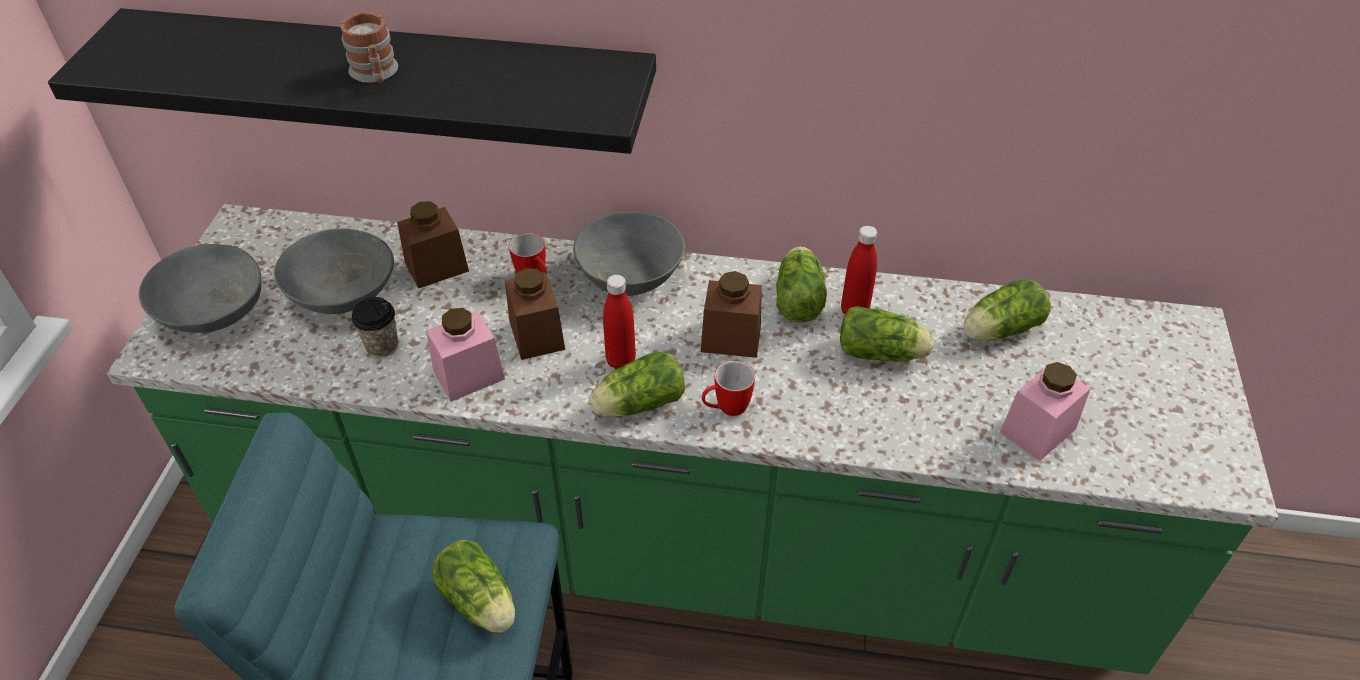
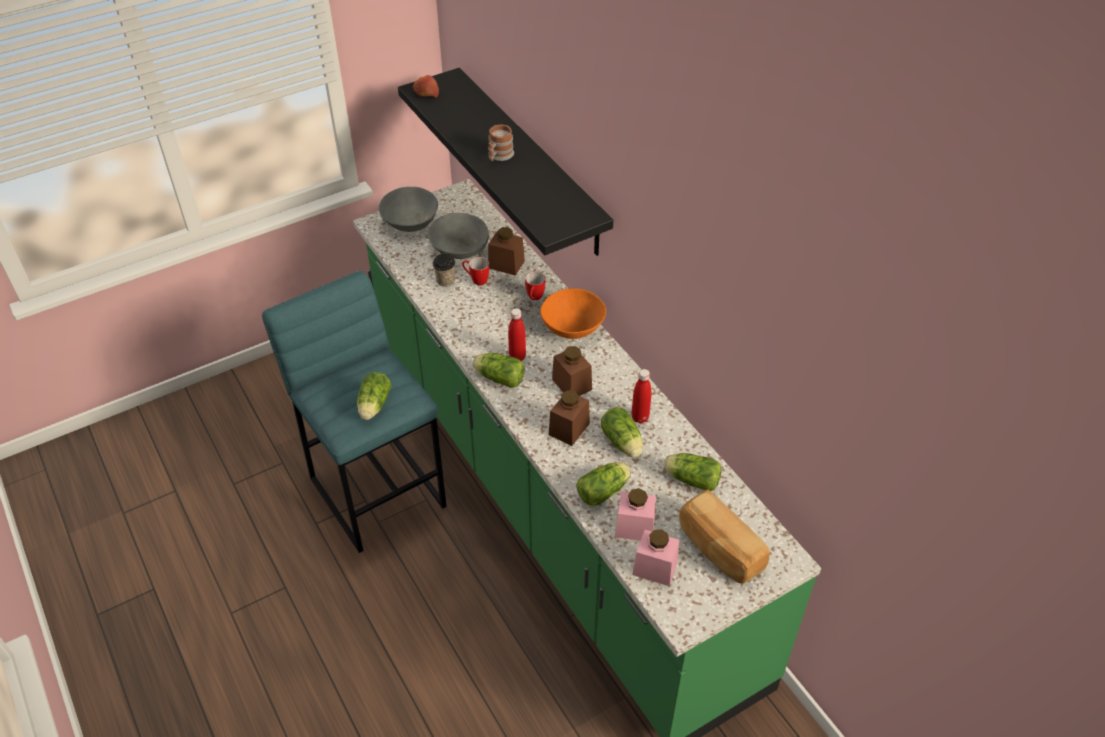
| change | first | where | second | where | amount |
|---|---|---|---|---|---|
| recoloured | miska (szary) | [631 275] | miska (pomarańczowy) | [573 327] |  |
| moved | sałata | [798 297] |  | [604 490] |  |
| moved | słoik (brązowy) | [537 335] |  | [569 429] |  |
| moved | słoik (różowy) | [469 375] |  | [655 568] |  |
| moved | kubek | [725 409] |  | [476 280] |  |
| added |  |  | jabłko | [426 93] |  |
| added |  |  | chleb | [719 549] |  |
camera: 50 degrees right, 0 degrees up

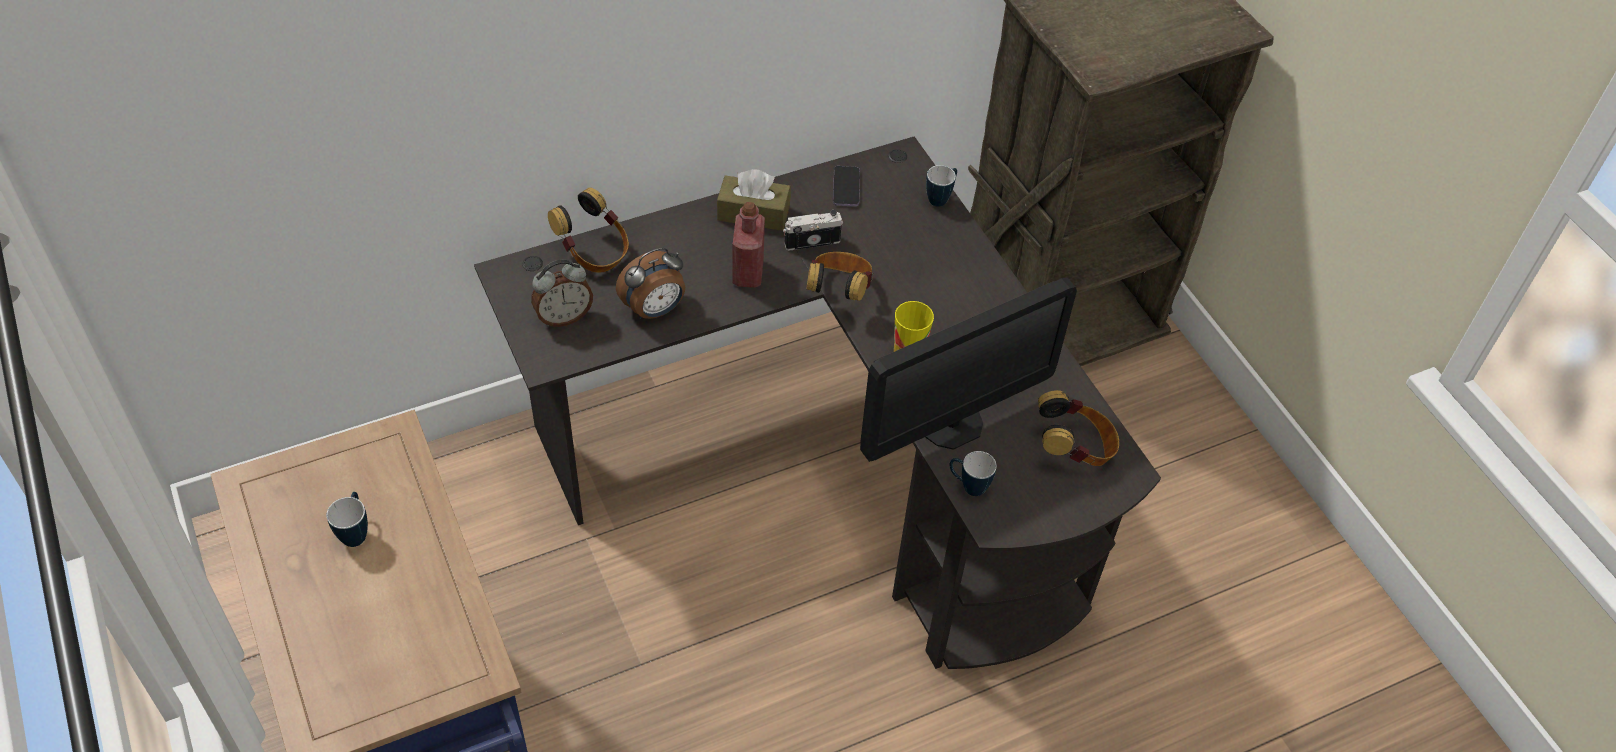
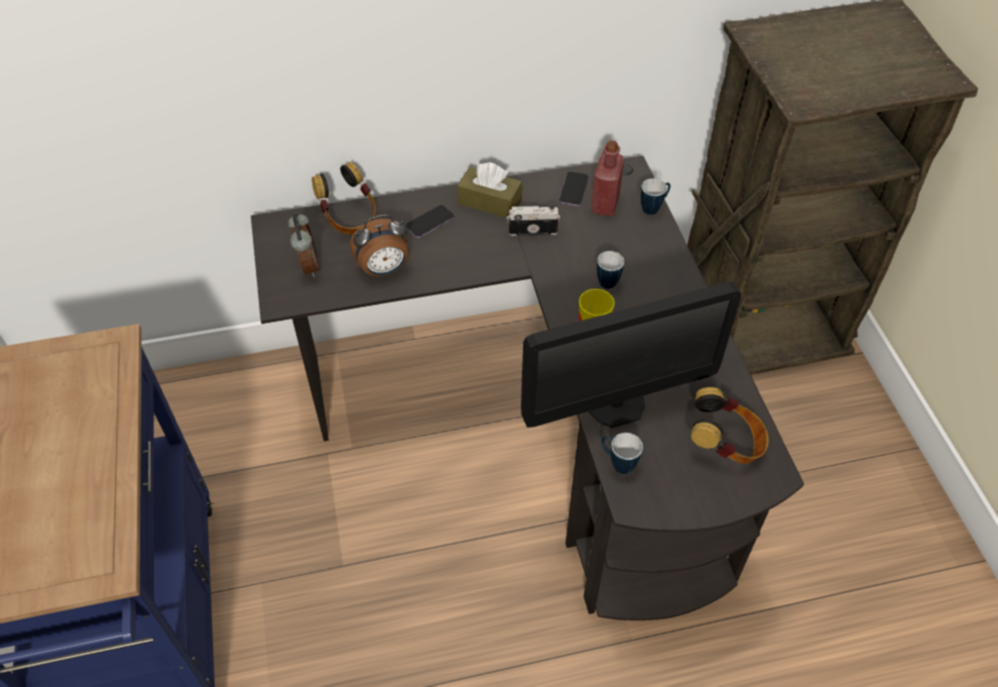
| change | first | where | second | where | amount |
|---|---|---|---|---|---|
| moved | butelka (czerwony) | [748 272] |  | [605 204] |  |
| removed | słuchawki | [839 292] |  |  |  |
| turned | budzik | [564 317] |  | [308 266] | 90 degrees counterclockwise |
| moved | kubek | [356 532] |  | [608 280] |  |
| added |  |  | telefon | [430 223] |  |
camera: 15 degrees right, 0 degrees up

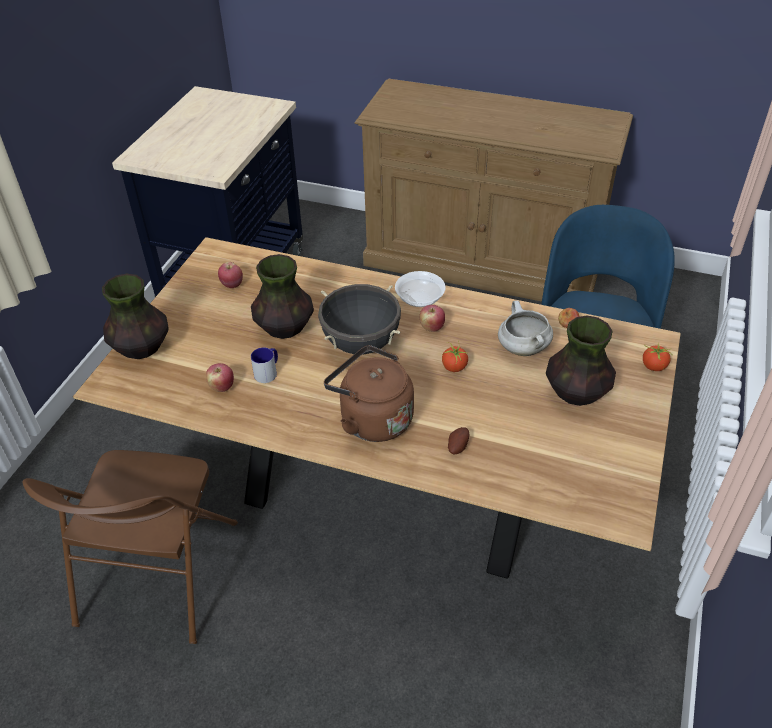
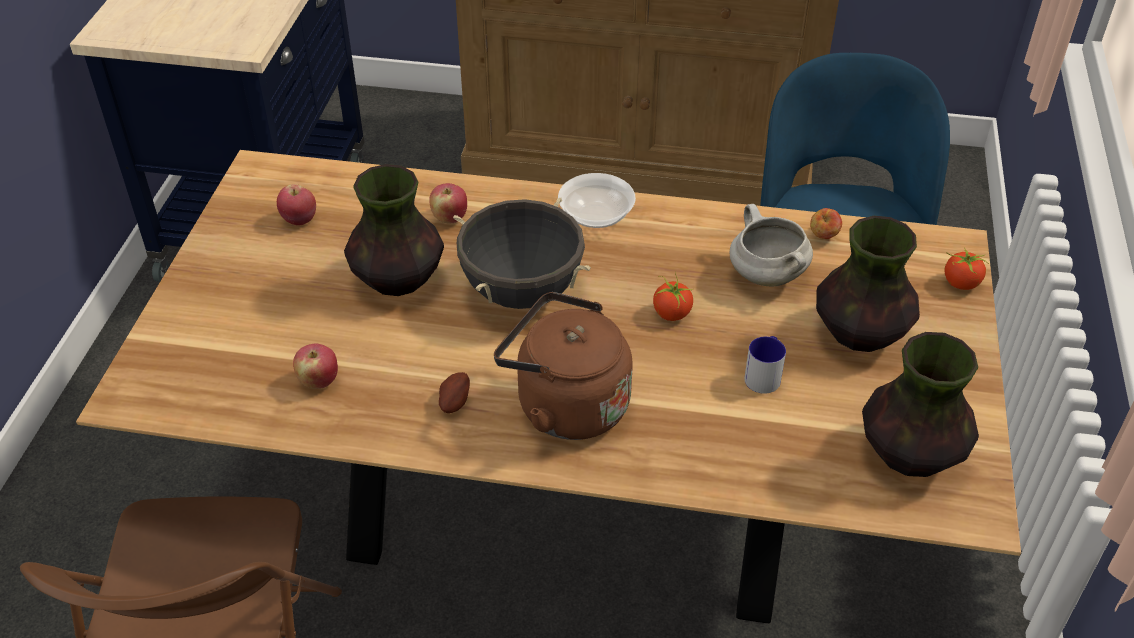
| change | first | where | second | where | amount |
|---|---|---|---|---|---|
| moved | wazon | [141 348] |  | [909 454] |  |
| moved | jabłko | [431 327] |  | [449 218] |  |
| moved | kubek | [268 372] |  | [764 375] |  |
| moved | ziemniak | [457 446] |  | [454 402] |  |
camera: 10 degrees left, 0 degrees up

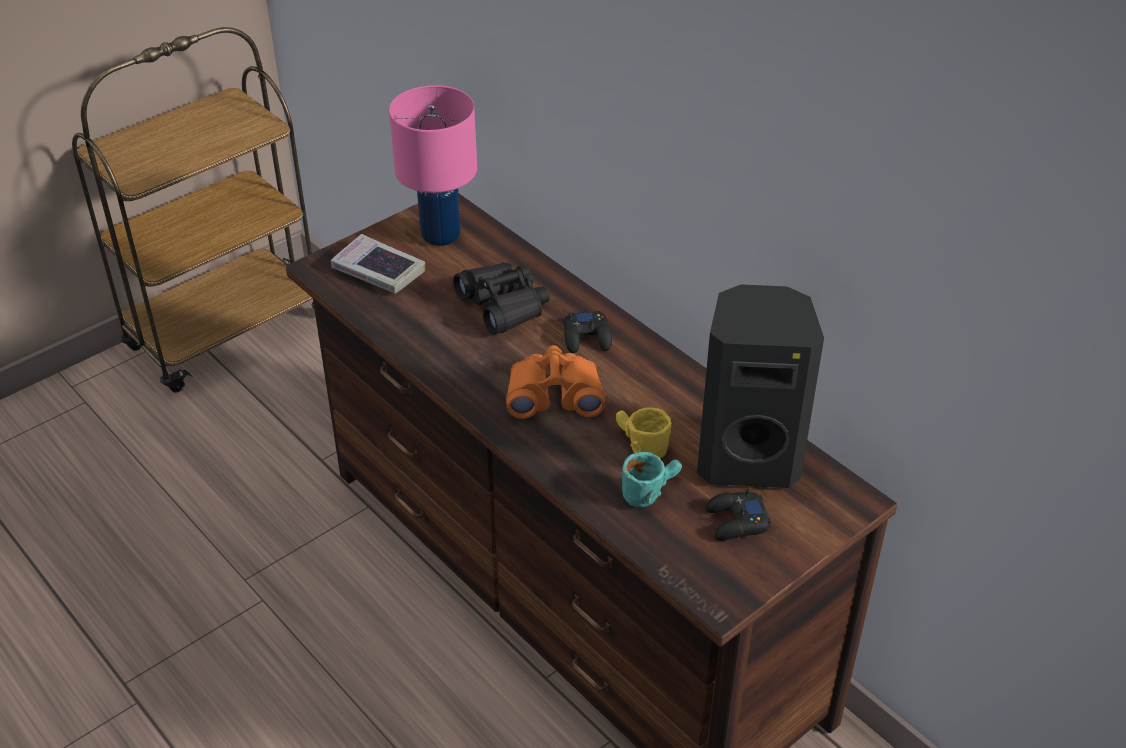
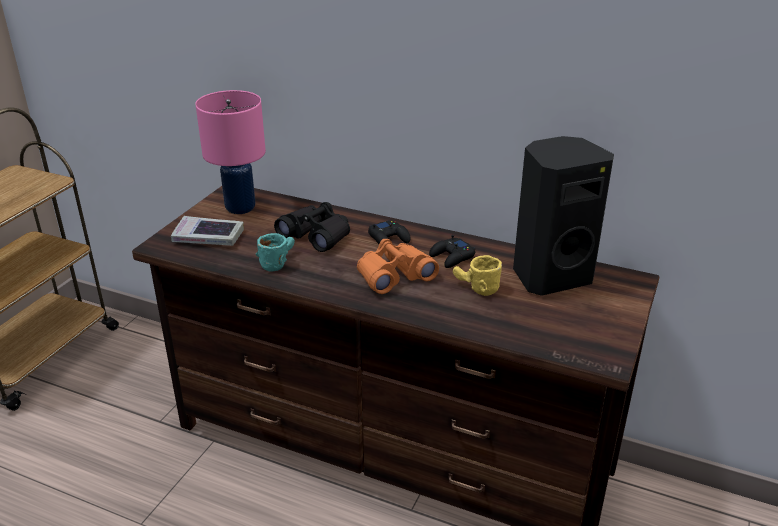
| change | first | where | second | where | amount |
|---|---|---|---|---|---|
| moved | kubek (turkusowy) | [650 490] |  | [277 261] |  |
| moved | pad do gier (czarny) | [736 522] |  | [452 257] |  |
camera: 25 degrees left, 10 degrees down

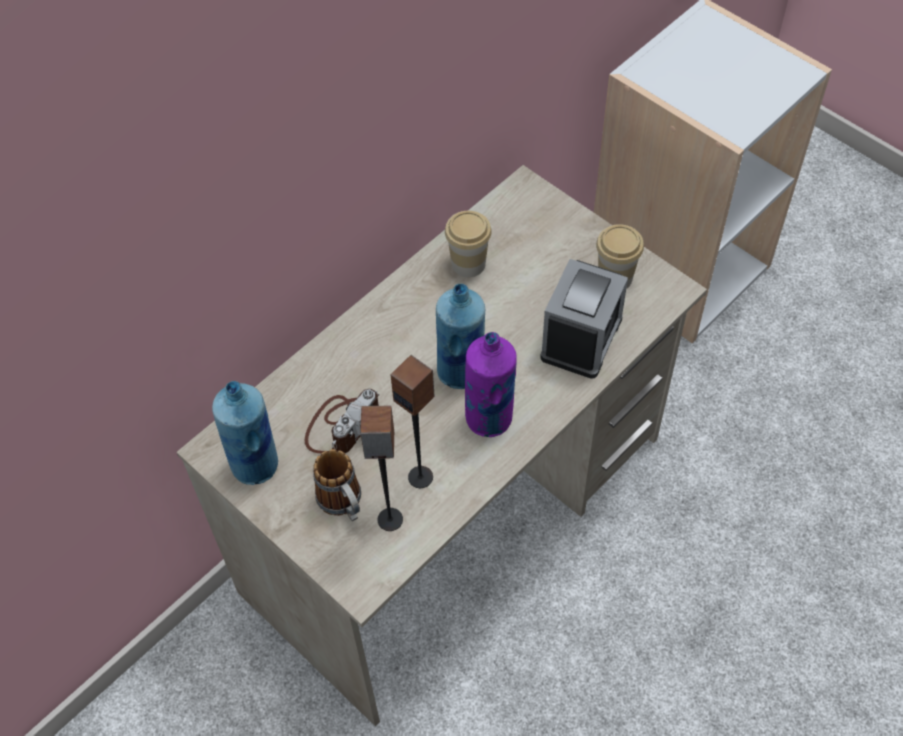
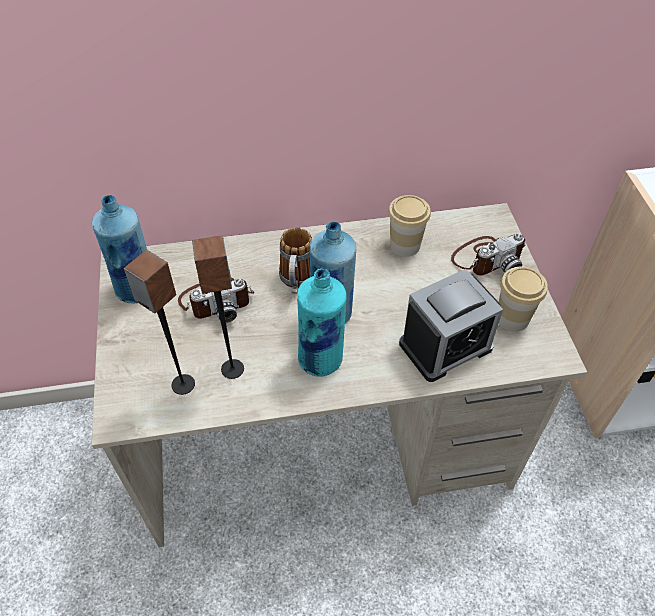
| change | first | where | second | where | amount |
|---|---|---|---|---|---|
| recoloured | butelka (fioletowy) | [489 418] | butelka (turkusowy) | [321 360] |  |
| moved | kubek | [344 504] |  | [296 282] |  |
| added |  |  | aparat fotograficzny | [487 258] |  |
camera: 35 degrees right, 5 degrees down

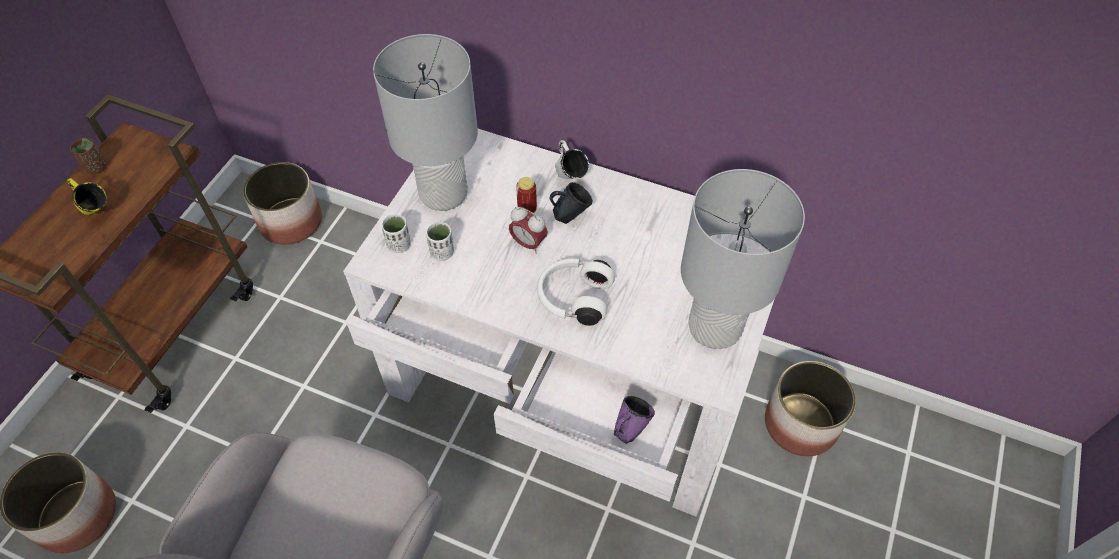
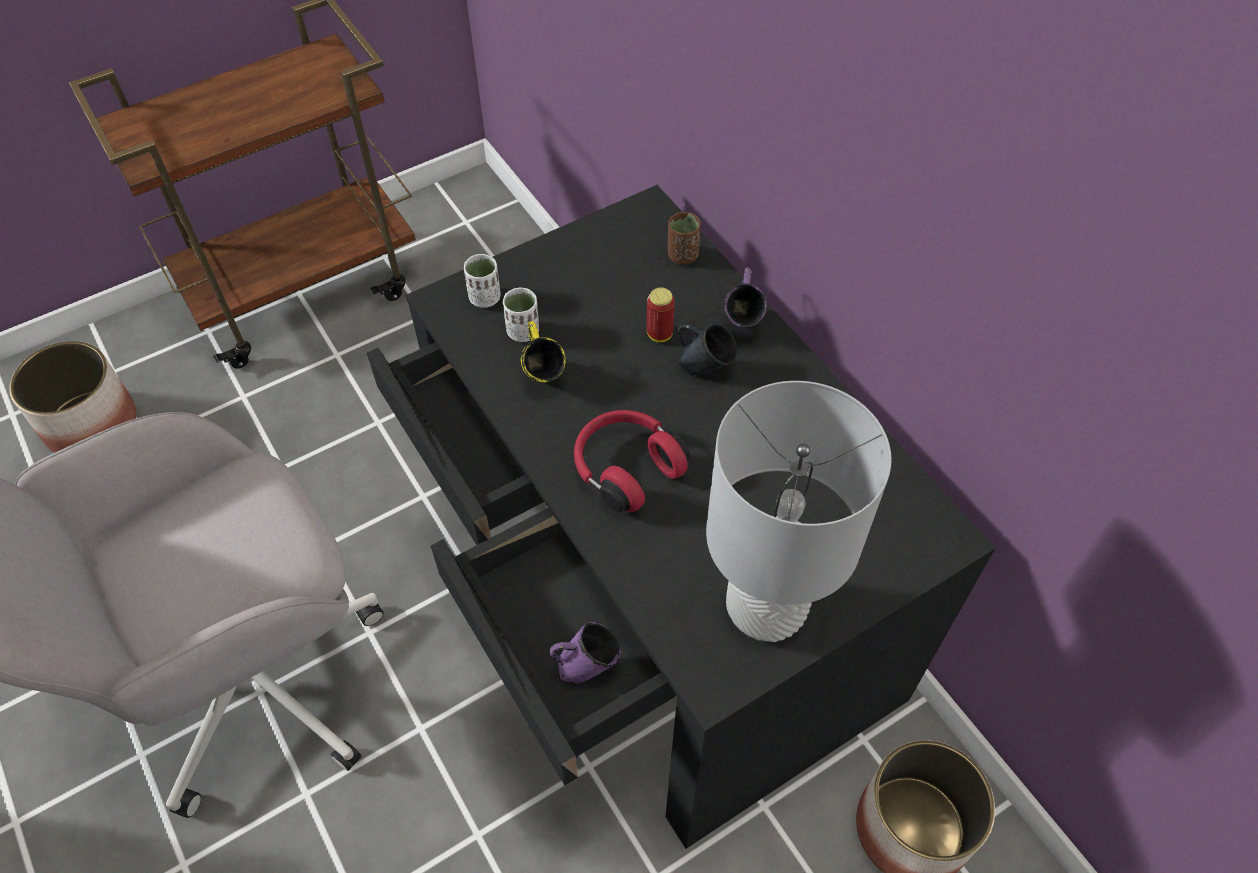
| change | first | where | second | where | amount |
|---|---|---|---|---|---|
| removed | lampa stołowa (szary) | [444 198] |  |  |  |
| recoloured | biurko (biały) | [566 392] | biurko (czarny) | [645 601] |  |
| moved | filiżanka (brązowy) | [96 167] |  | [682 255] |  |
| recoloured | kubek (biały) | [569 178] | kubek (fioletowy) | [741 324] |  |
| removed | donica | [291 221] |  |  |  |
| moved | kubek (żółty) | [97 212] |  | [542 378] |  |
| removed | budzik | [528 244] |  |  |  |
| recoloured | słuchawki (biały) | [573 298] | słuchawki (czerwony) | [626 468] |  |
camera: 35 degrees right, 0 degrees up

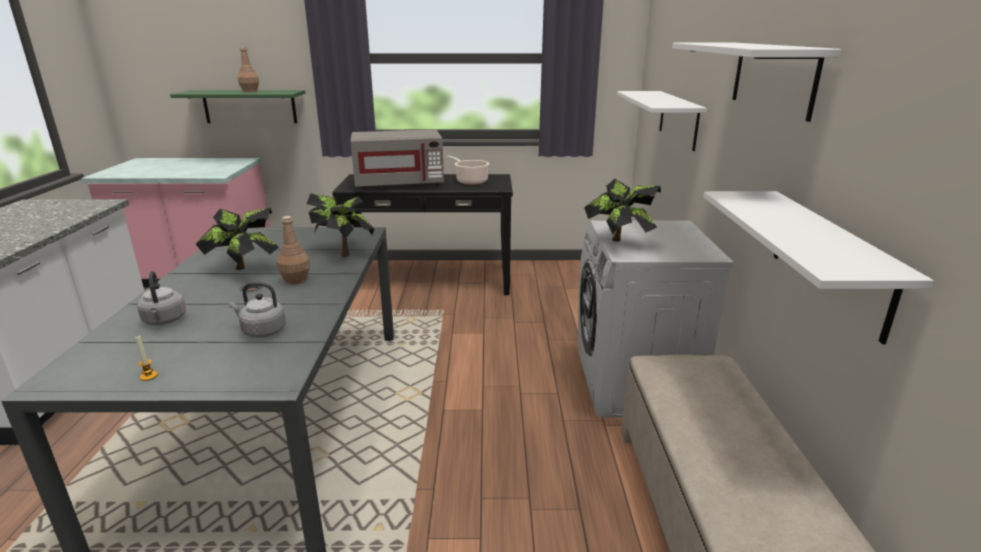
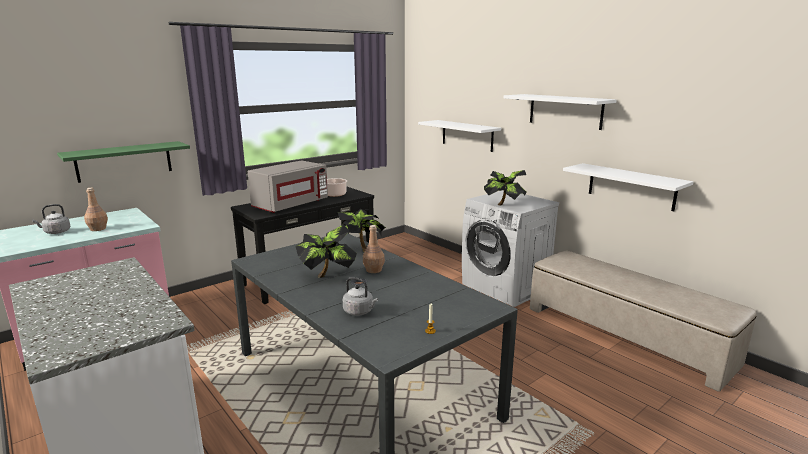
| change | first | where | second | where | amount |
|---|---|---|---|---|---|
| moved | butelka (brązowy) | [250 91] |  | [98 229] |  |
| moved | czajnik (szary) | [262 331] |  | [56 232] |  |
camera: 40 degrees left, 5 degrees down

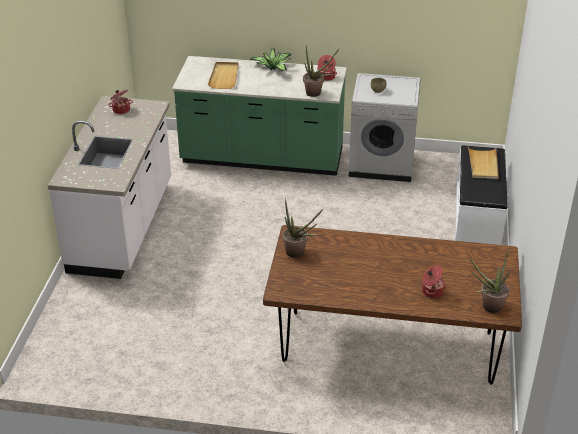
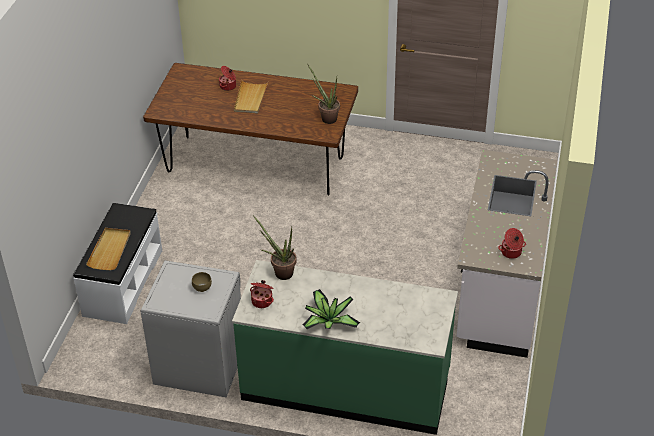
| change | first | where | second | where | amount |
|---|---|---|---|---|---|
| moved | taca (beżowy) | [224 77] |  | [250 98] |  |
| removed | roślina doniczkowa | [488 307] |  |  |  |
camera: 175 degrees left, 5 degrees up

